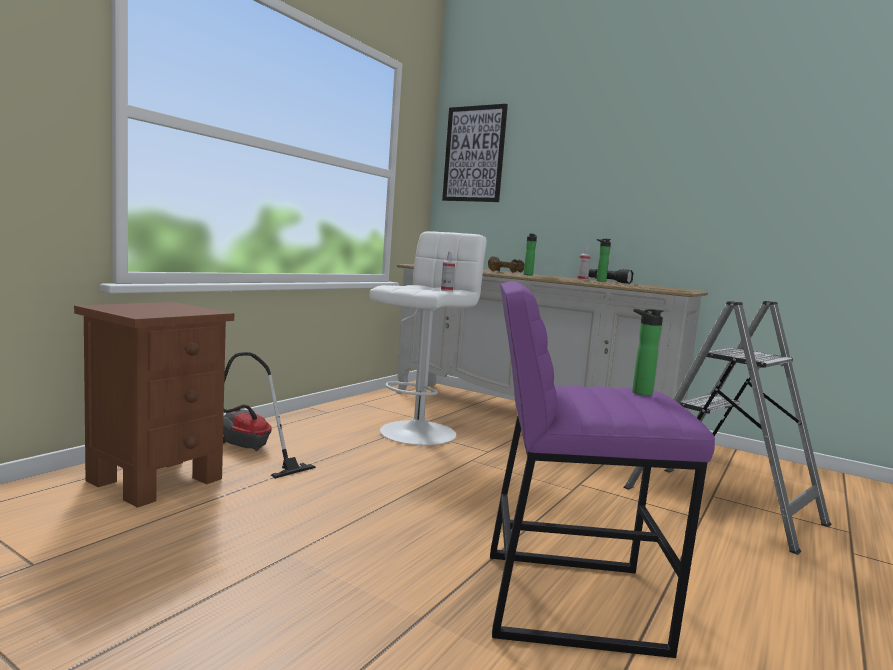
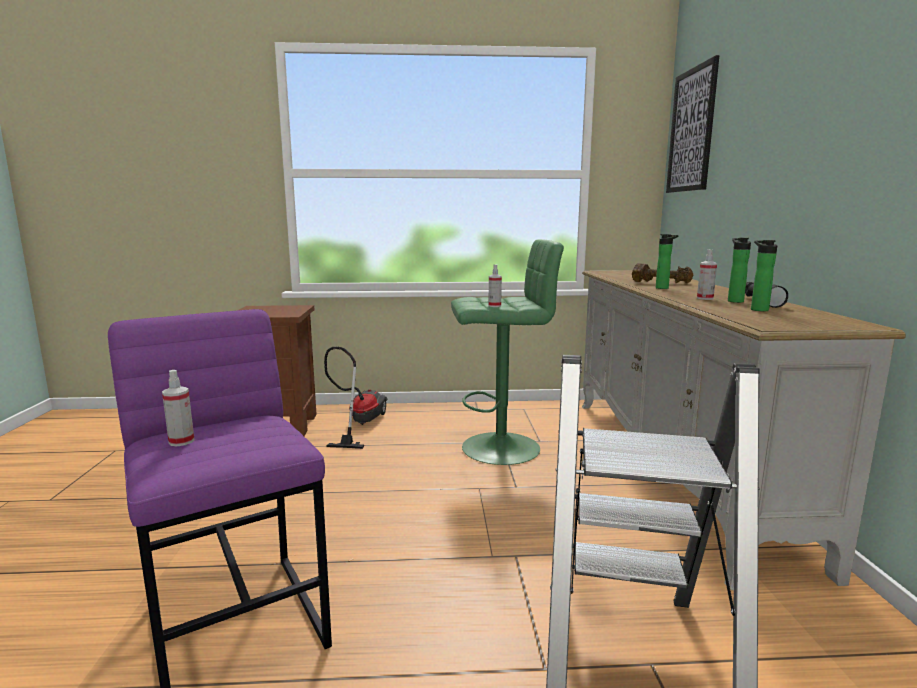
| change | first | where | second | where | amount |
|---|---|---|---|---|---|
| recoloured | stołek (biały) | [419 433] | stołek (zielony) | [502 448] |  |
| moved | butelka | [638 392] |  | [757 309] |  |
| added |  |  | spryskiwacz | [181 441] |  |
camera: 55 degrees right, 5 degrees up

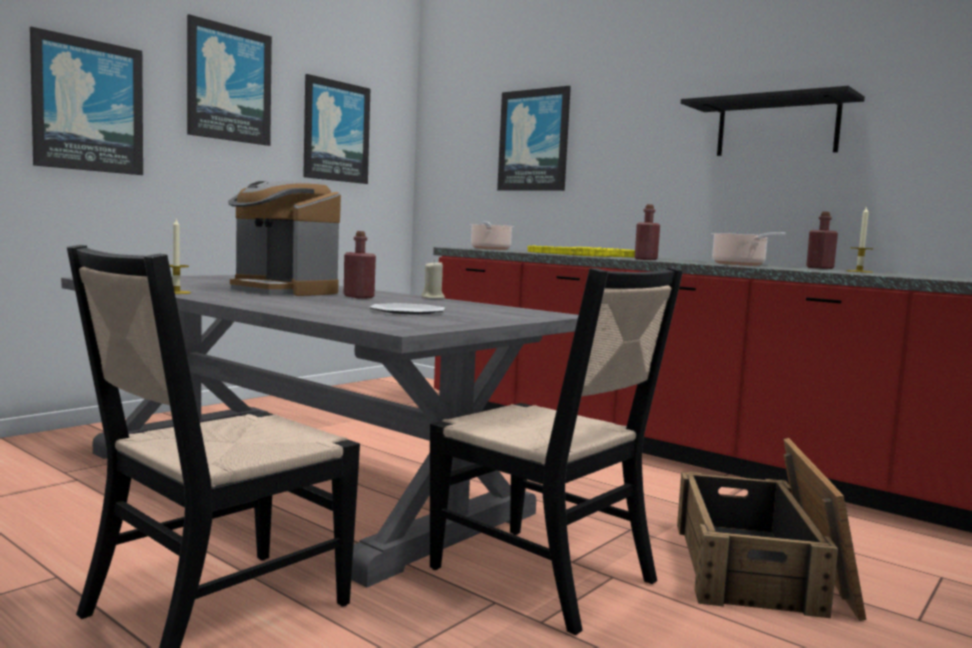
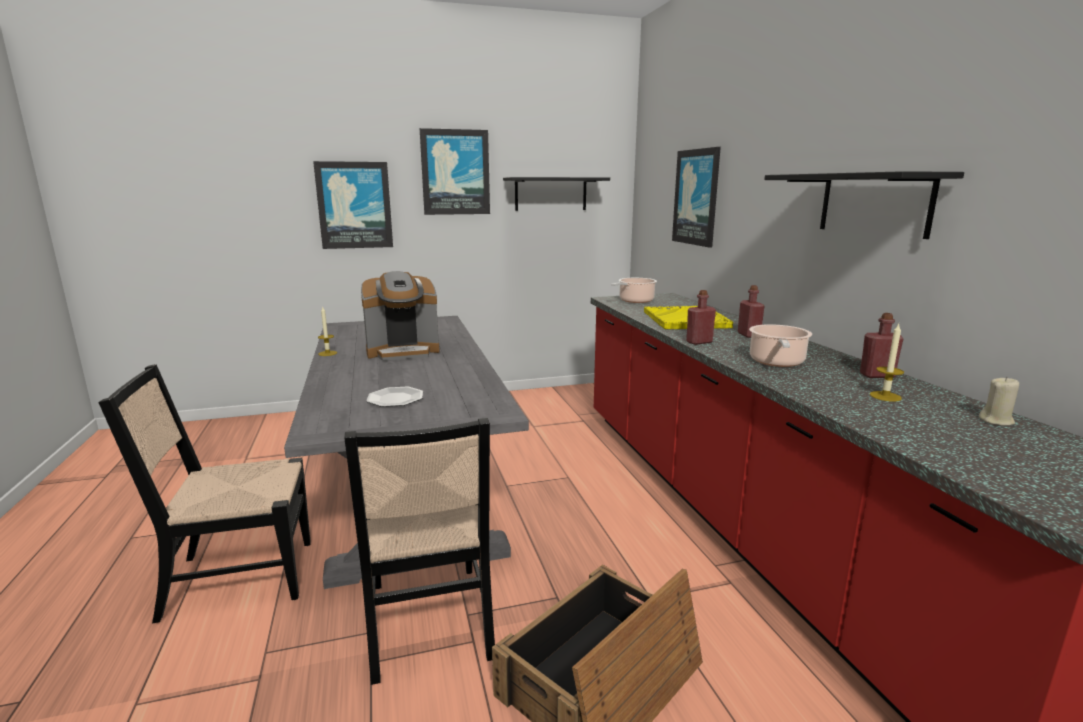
| change | first | where | second | where | amount |
|---|---|---|---|---|---|
| replaced | obraz | [336 131] | półka (czarny) | [550 194] |  |
| turned | ekspres do kawy | [284 291] |  | [403 351] | 90 degrees counterclockwise |
| moved | butelka (czerwony) | [358 297] |  | [748 335] |  |
| moved | świeca (beżowy) | [433 298] |  | [996 421] |  |
camera: 35 degrees right, 10 degrees up

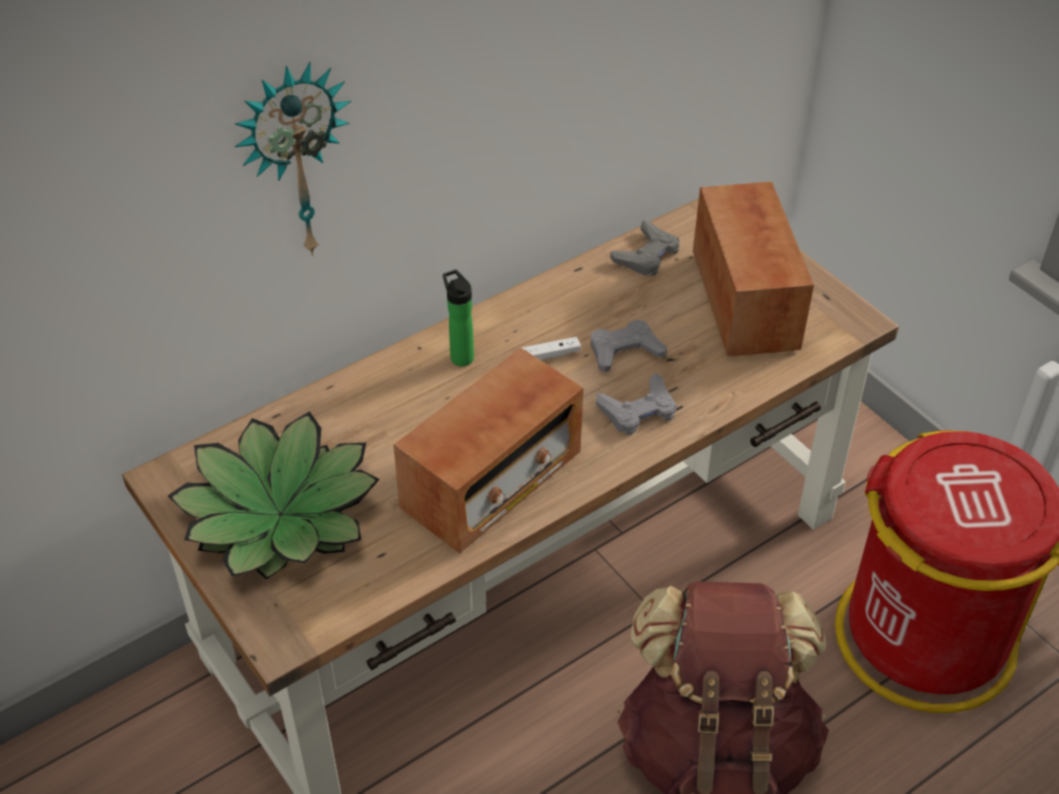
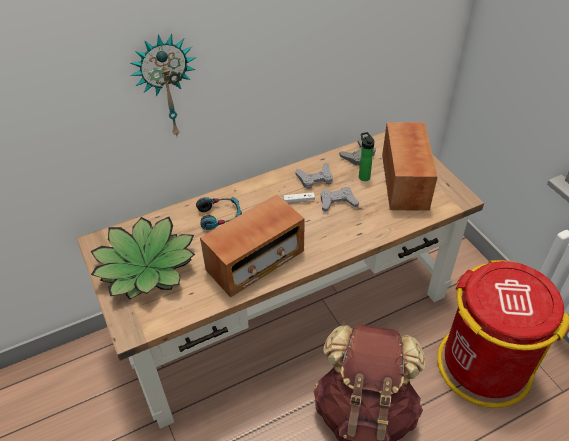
| change | first | where | second | where | amount |
|---|---|---|---|---|---|
| moved | butelka | [460 356] |  | [363 176] |  |
| moved | pad do gier (szary) | [638 410] |  | [315 178] |  |
| added |  |  | słuchawki | [220 216] |  |
camera: 10 degrees right, 0 degrees up

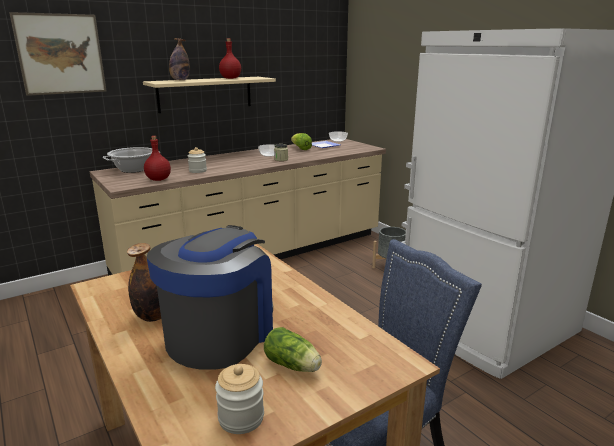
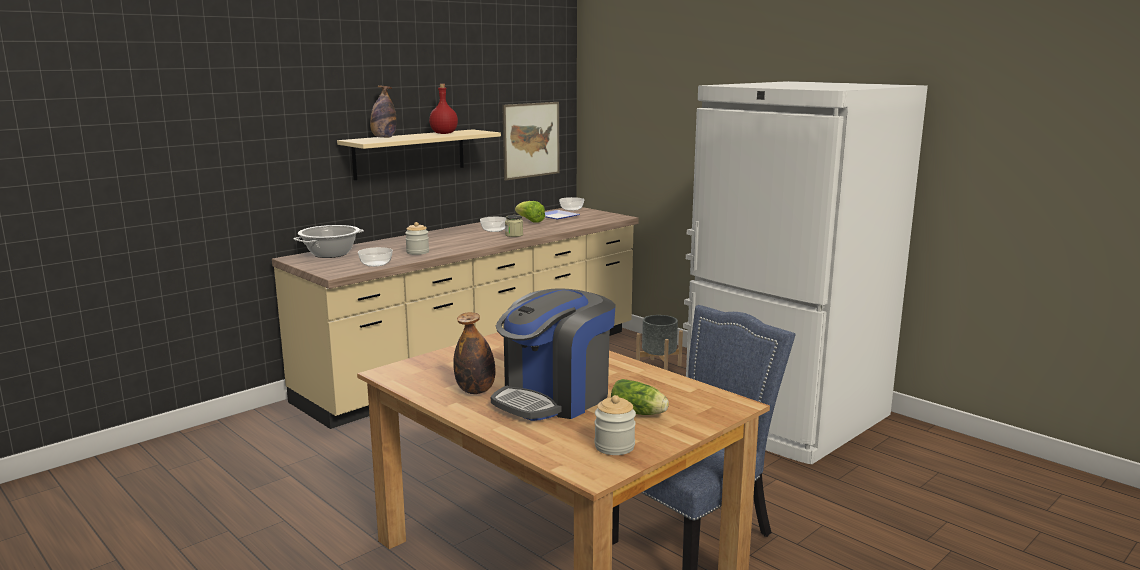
| change | first | where | second | where | amount |
|---|---|---|---|---|---|
| moved | obraz | [61 54] |  | [531 140] |  |
| replaced | butelka (czerwony) | [158 179] | miska | [375 264] |  |
| turned | ekspres do kawy | [220 334] |  | [554 398] | 150 degrees counterclockwise |
camera: 10 degrees left, 5 degrees down

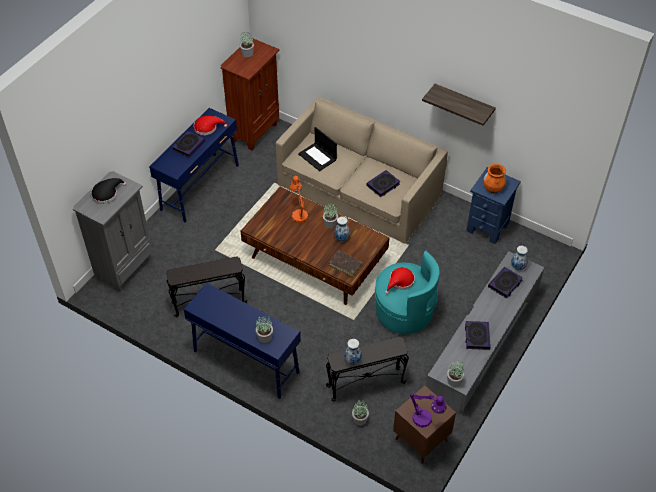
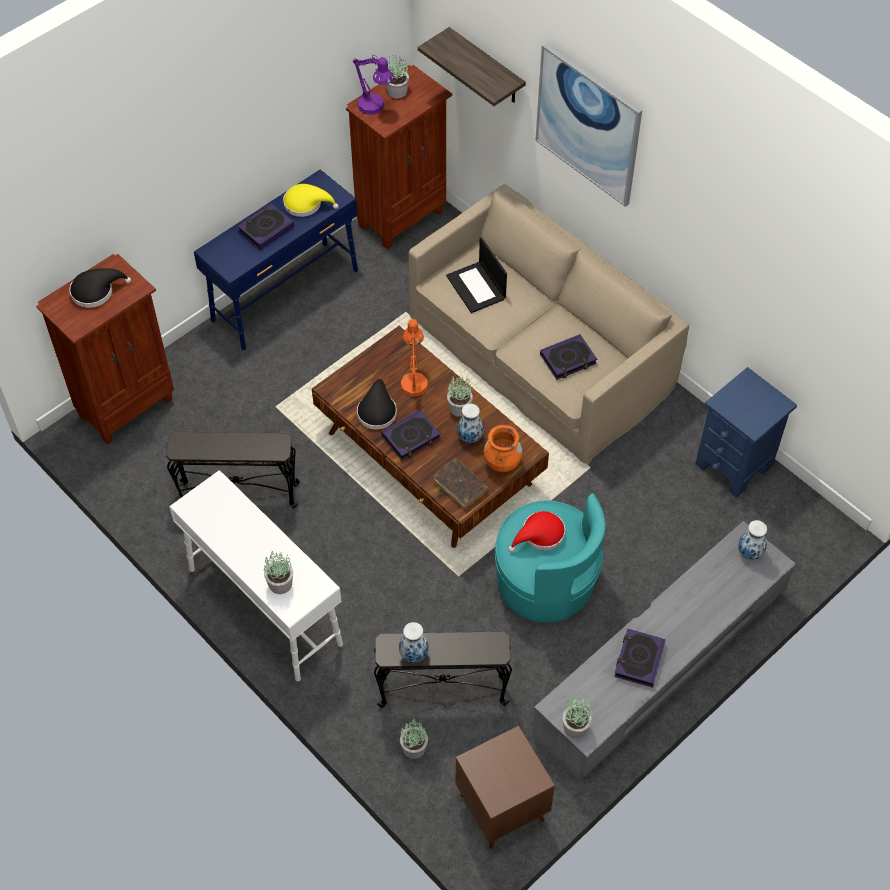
| change | first | where | second | where | amount |
|---|---|---|---|---|---|
| moved | półka | [463 103] |  | [486 67] |  |
| recoloured | kapelusz (czerwony) | [207 128] | kapelusz (żółty) | [306 204] |  |
| moved | wazon (pomarańczowy) | [493 189] |  | [502 464] |  |
| recoloured | szafka (szary) | [125 269] | szafka (brązowy) | [127 409] |  |
| moved | książka | [505 284] |  | [411 437] |  |
| recoloured | stolik konsolowy (niebieski) | [246 361] | stolik konsolowy (biały) | [266 606] |  |
| moved | lampa stołowa (fioletowy) | [426 420] |  | [375 108] |  |
| added |  |  | obraz | [588 124] |  |
| added |  |  | kapelusz (czarny) | [377 411] |  |
camera: 15 degrees right, 5 degrees up

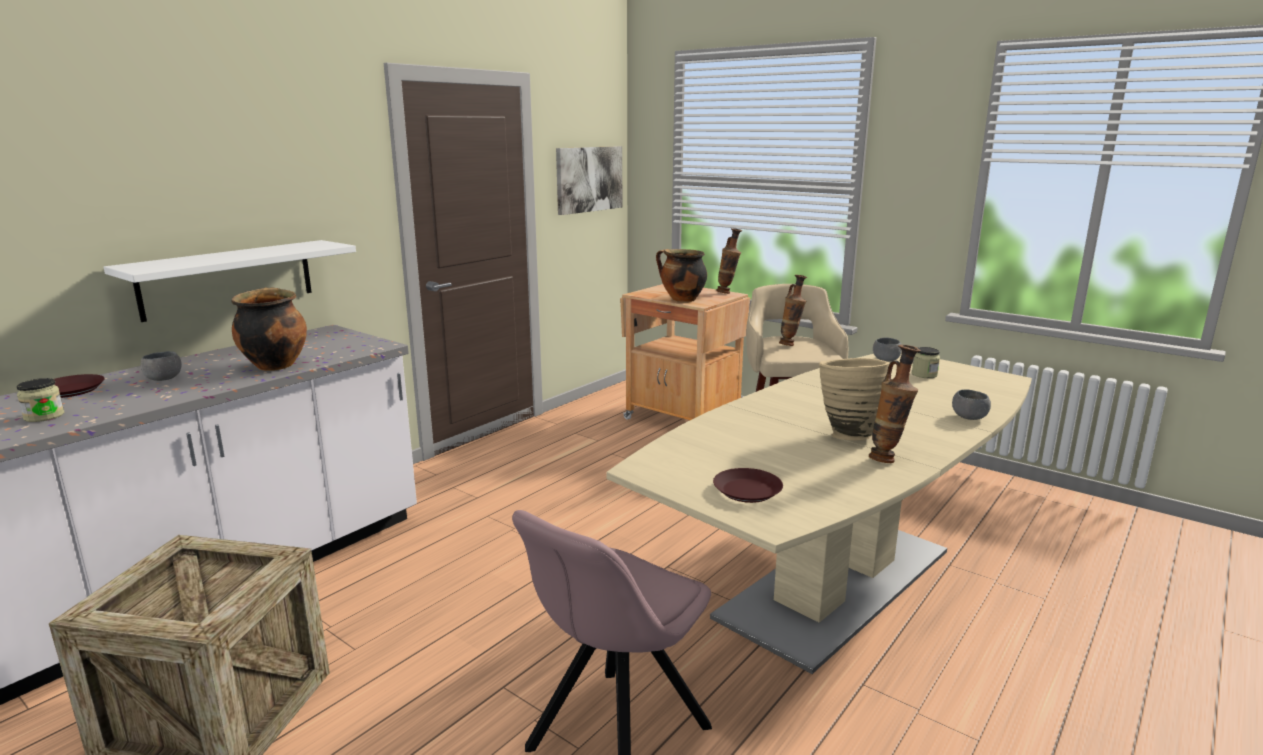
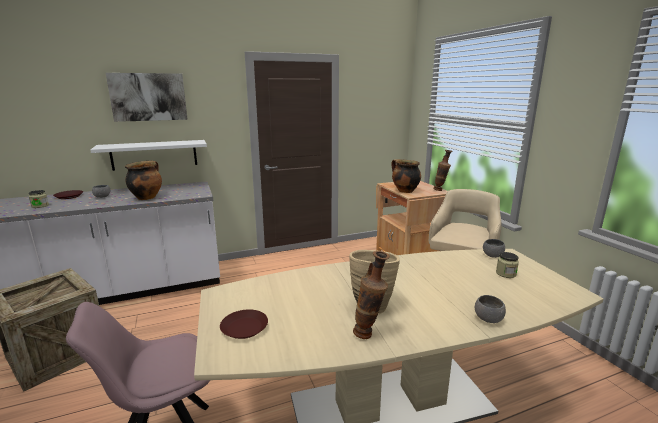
| change | first | where | second | where | amount |
|---|---|---|---|---|---|
| moved | obraz | [589 179] |  | [148 97] |  |
| removed | wazon | [790 344] |  |  |  |
camera: 30 degrees right, 0 degrees up

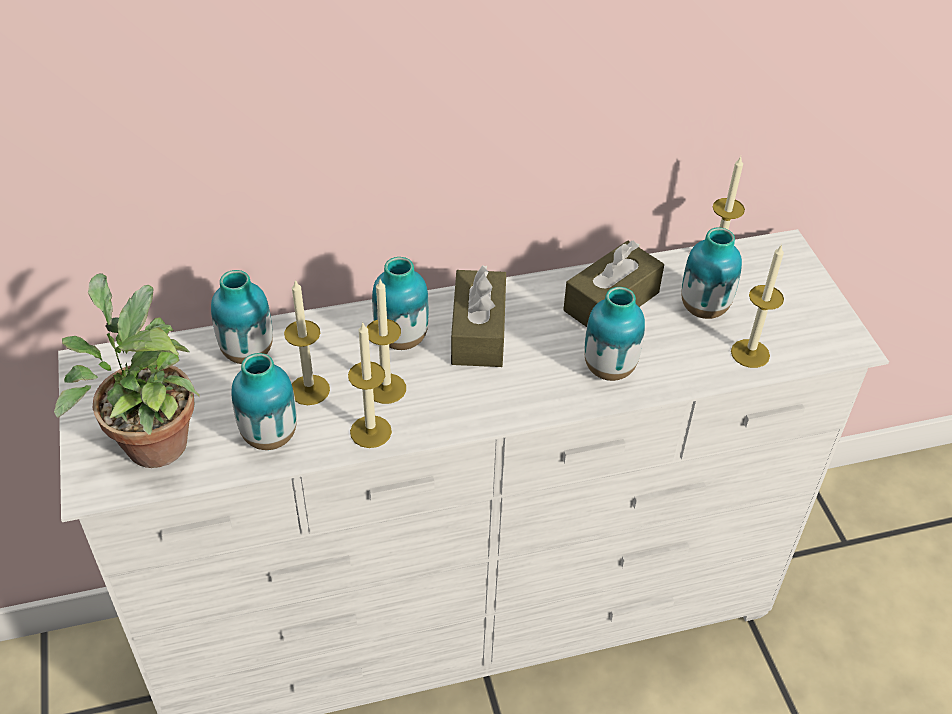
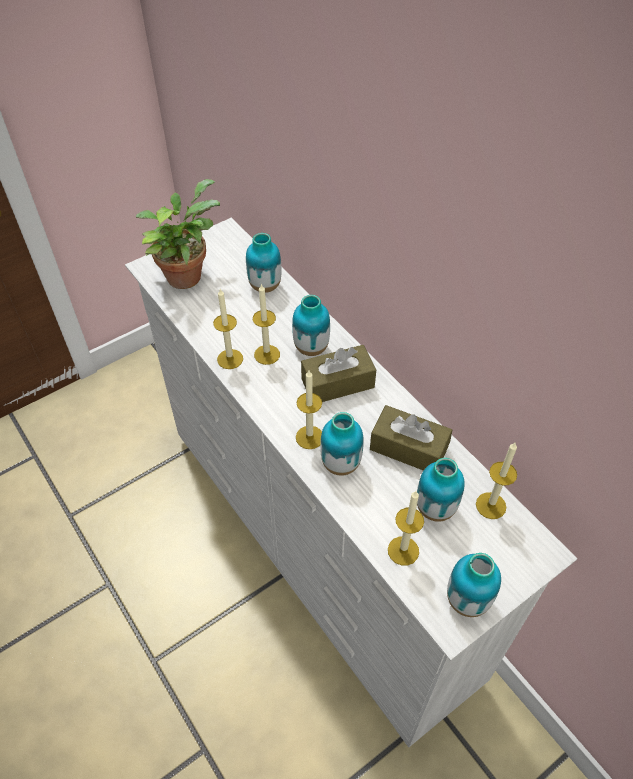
| change | first | where | second | where | amount |
|---|---|---|---|---|---|
| moved | świeca | [309 390] |  | [309 437] |  |
| moved | wazon | [270 436] |  | [467 600] |  |
camera: 70 degrees right, 5 degrees up

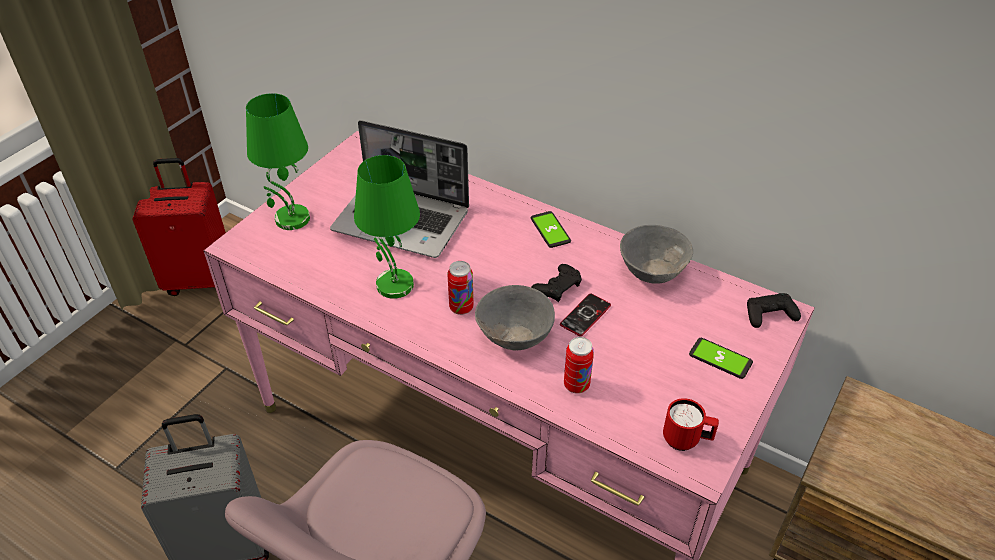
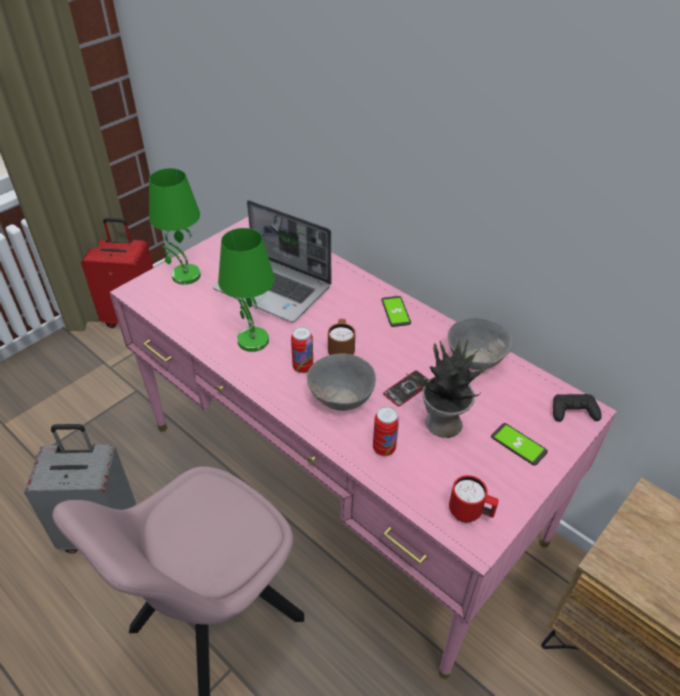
| change | first | where | second | where | amount |
|---|---|---|---|---|---|
| removed | pad do gier (czarny) | [557 287] |  |  |  |
| added |  |  | kubek (brązowy) | [341 351] |  |
| added |  |  | roślina doniczkowa | [442 424] |  |
camera: 10 degrees right, 0 degrees up

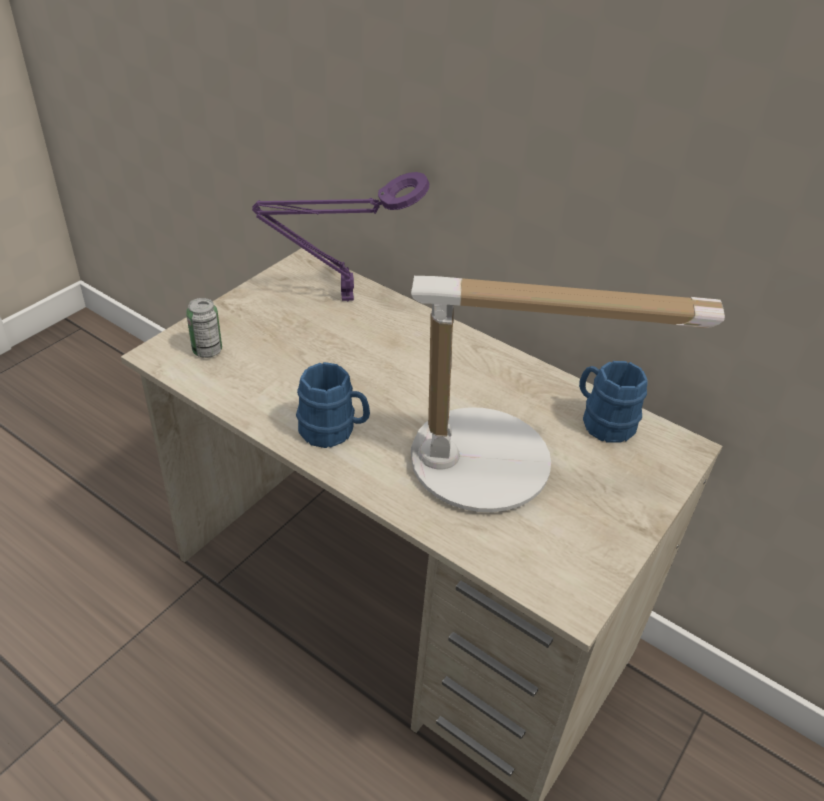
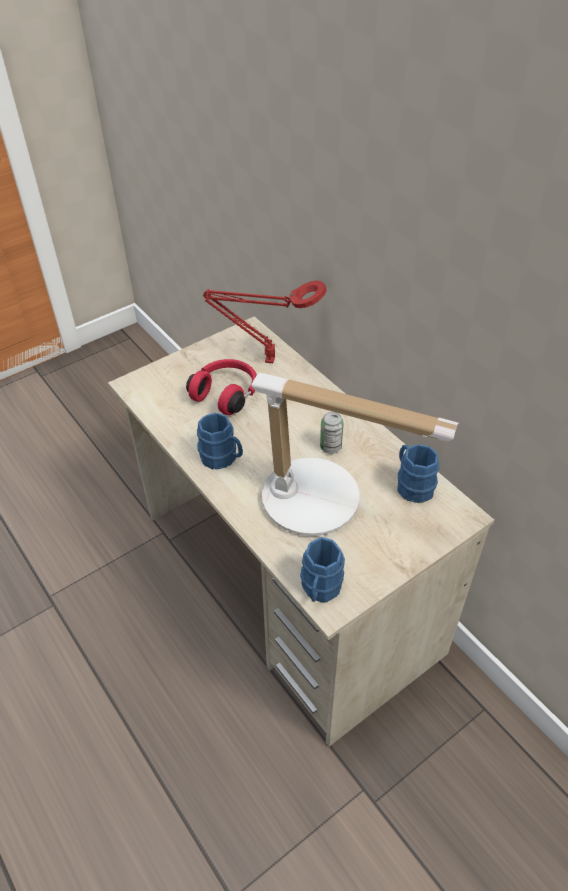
| change | first | where | second | where | amount |
|---|---|---|---|---|---|
| recoloured | lampa stołowa (fioletowy) | [341 298] | lampa stołowa (czerwony) | [266 360] |  |
| moved | puszka | [207 350] |  | [330 447] |  |
| added |  |  | słuchawki (czerwony) | [226 394] |  |
| added |  |  | kubek (niebieski) | [320 589] |  |
camera: 20 degrees right, 5 degrees up

